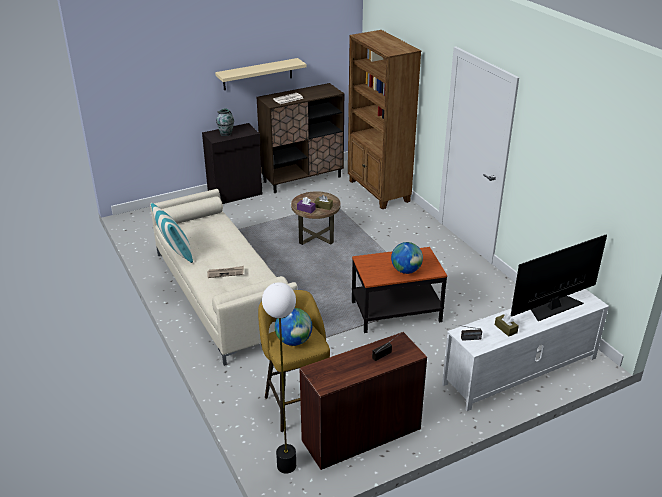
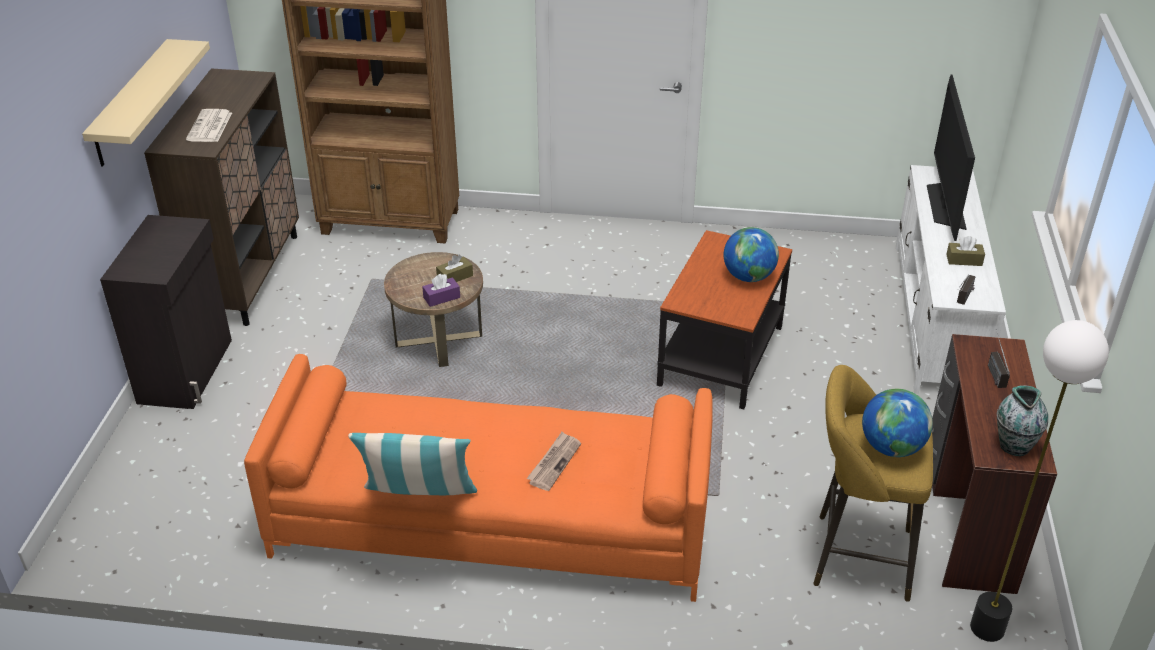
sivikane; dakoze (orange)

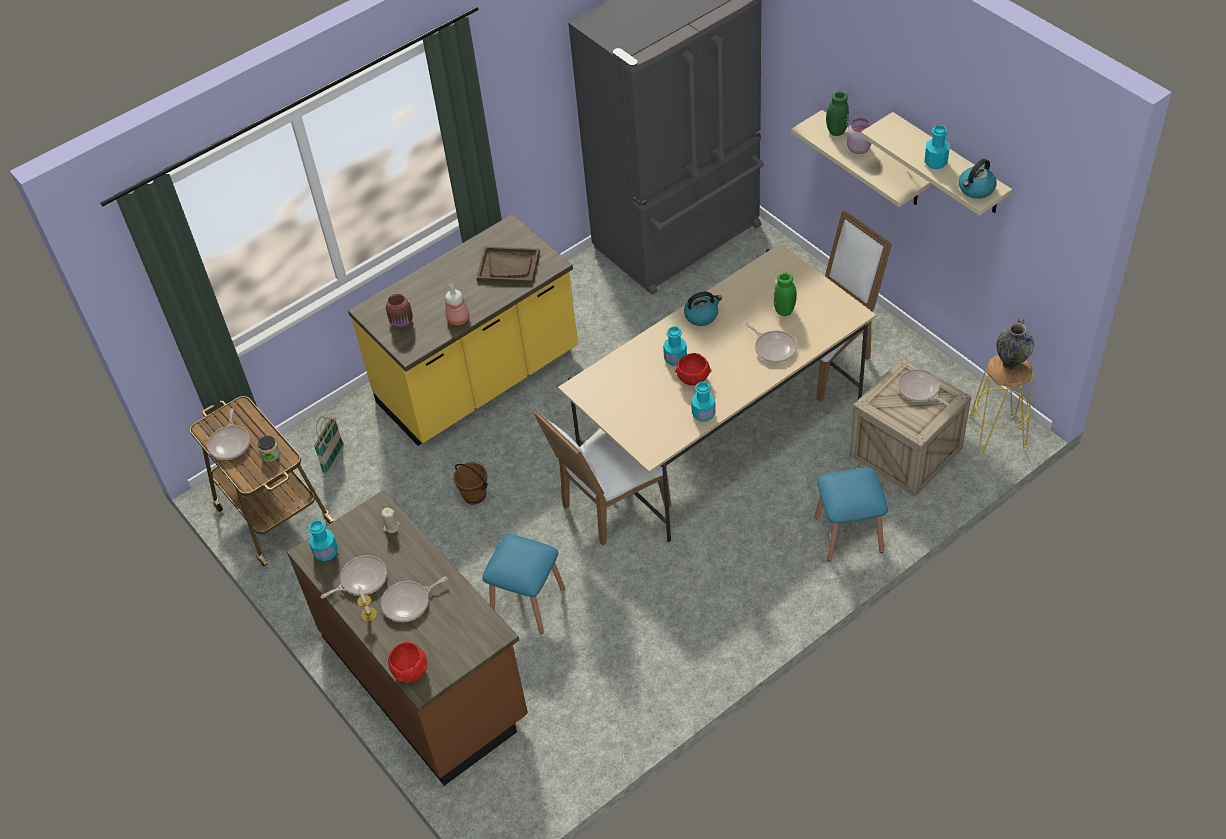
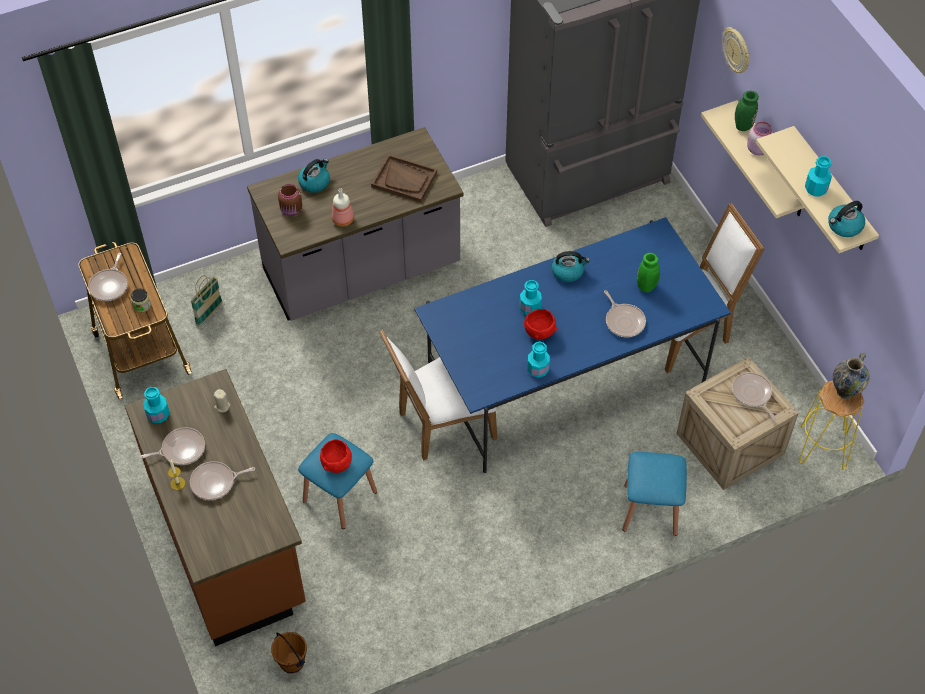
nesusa (no. 1 from left); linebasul; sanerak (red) (no. 1 from left); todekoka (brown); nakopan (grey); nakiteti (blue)

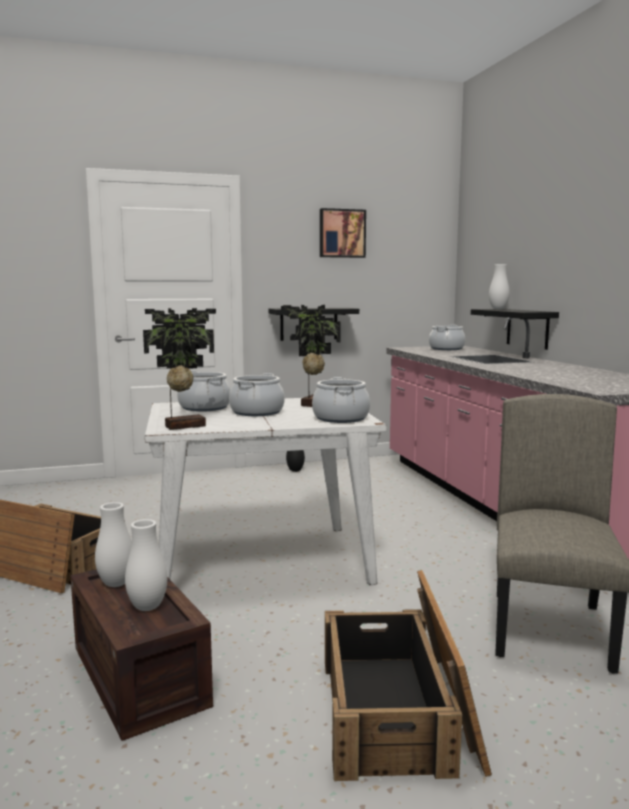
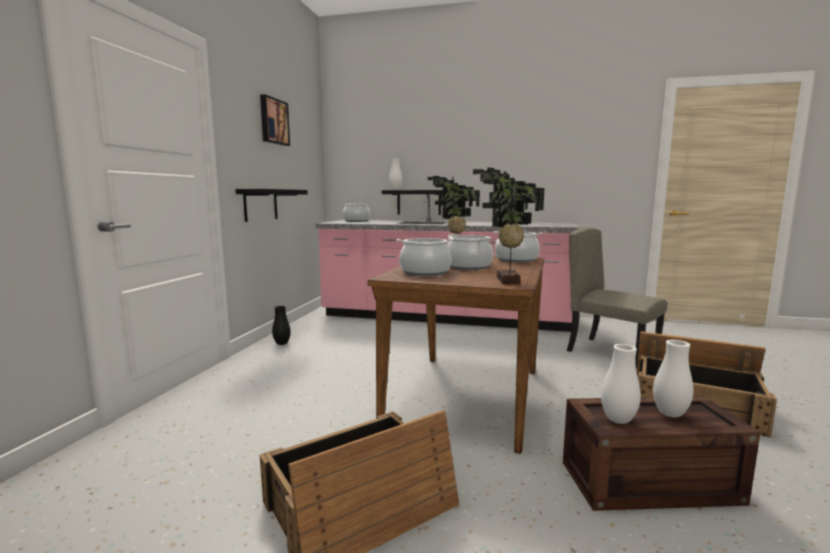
nakiteti (brown)

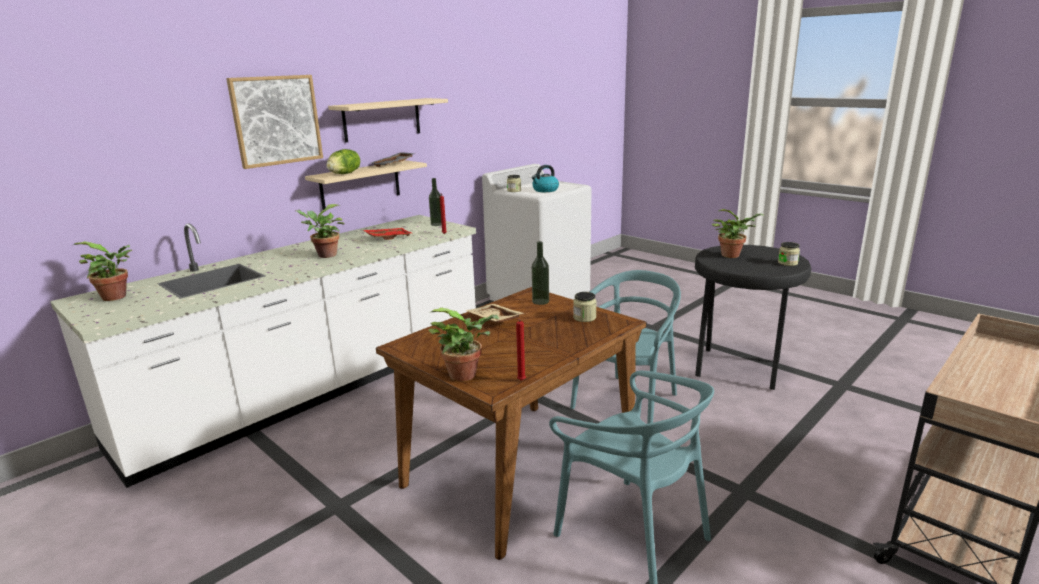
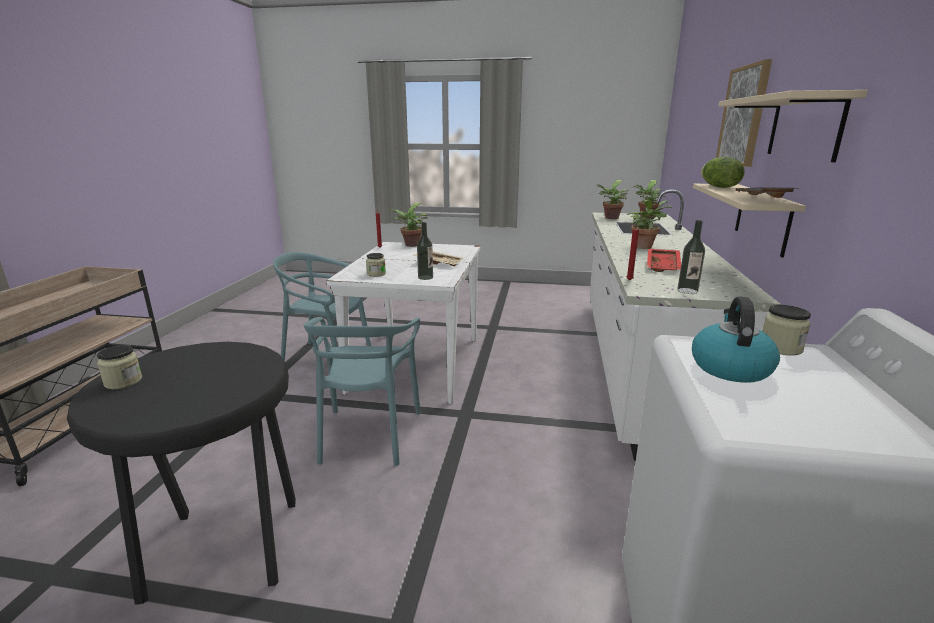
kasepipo (no. 2 from left); nakiteti (white)

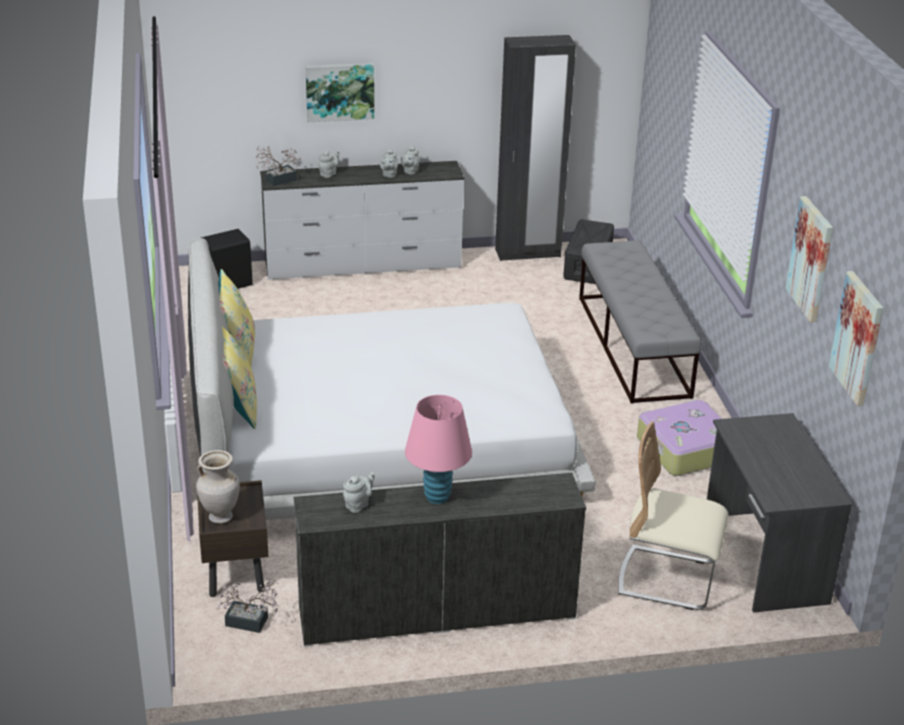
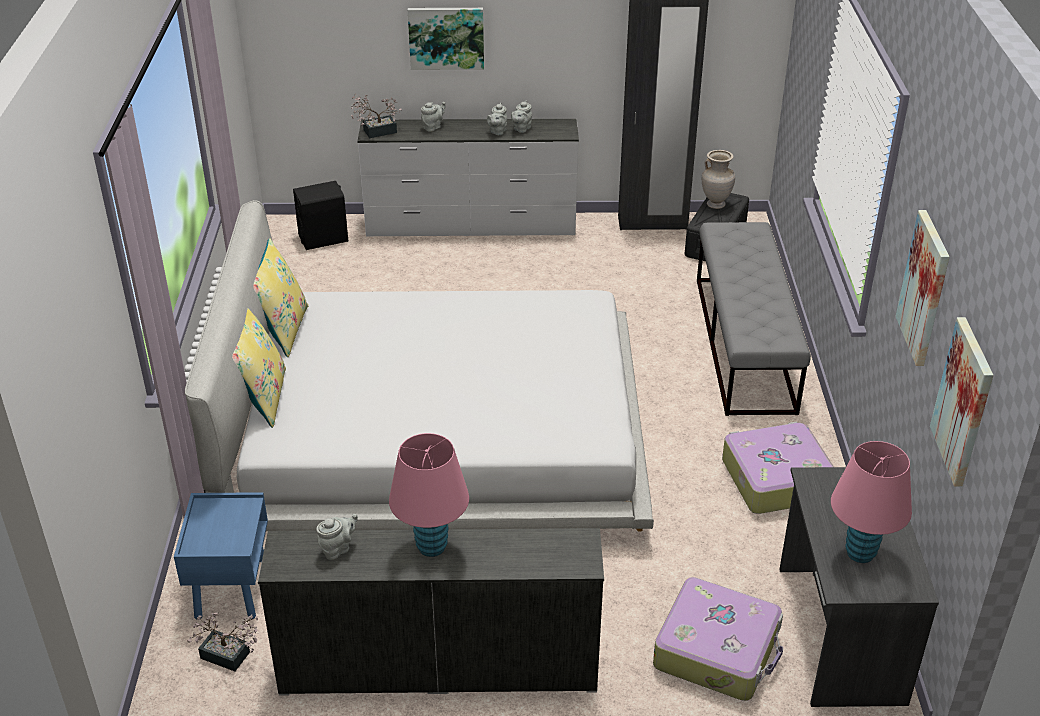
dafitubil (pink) (no. 2 from left); sivikane (beige); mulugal (no. 1 from left); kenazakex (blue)

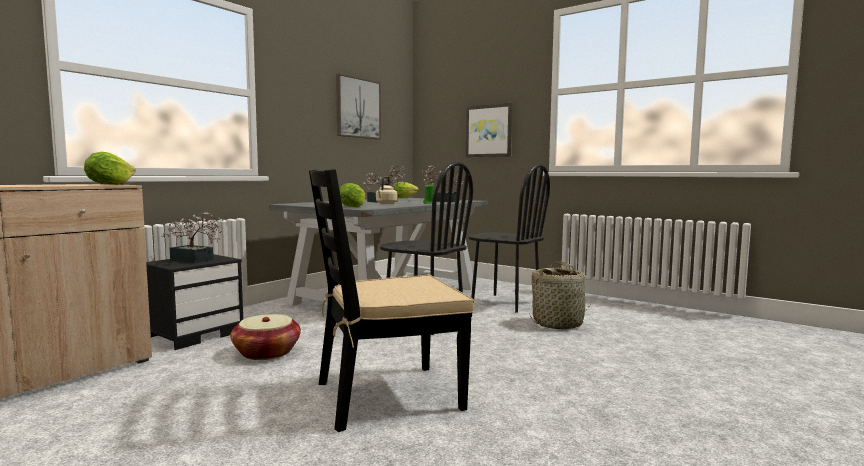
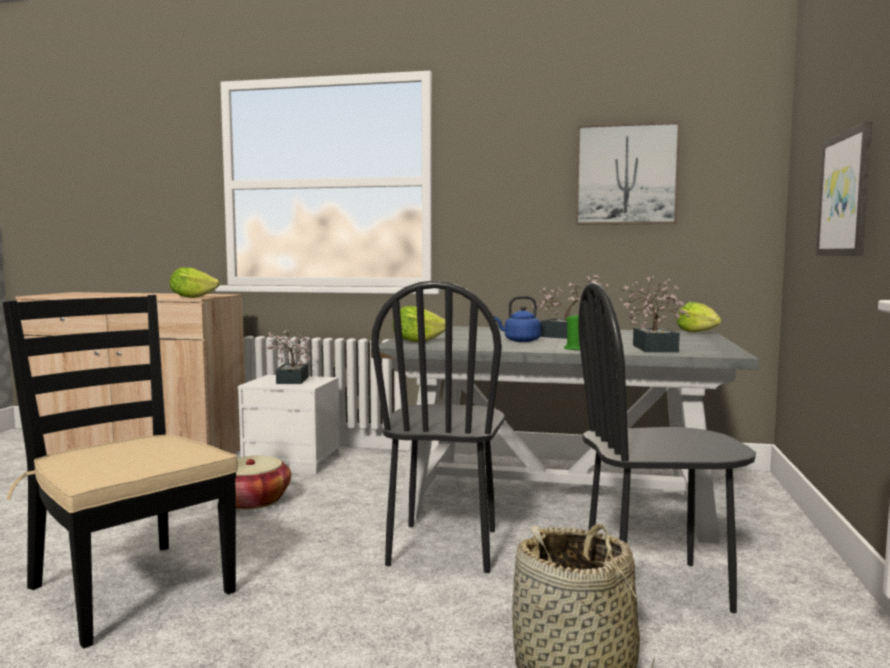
kenazakex (white); nesusa (blue); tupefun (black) (no. 3 from left)

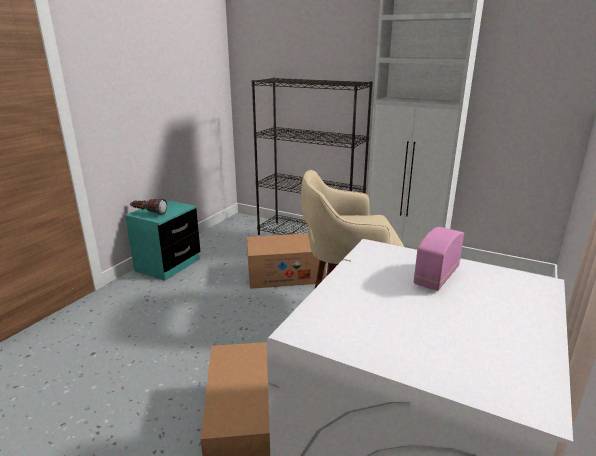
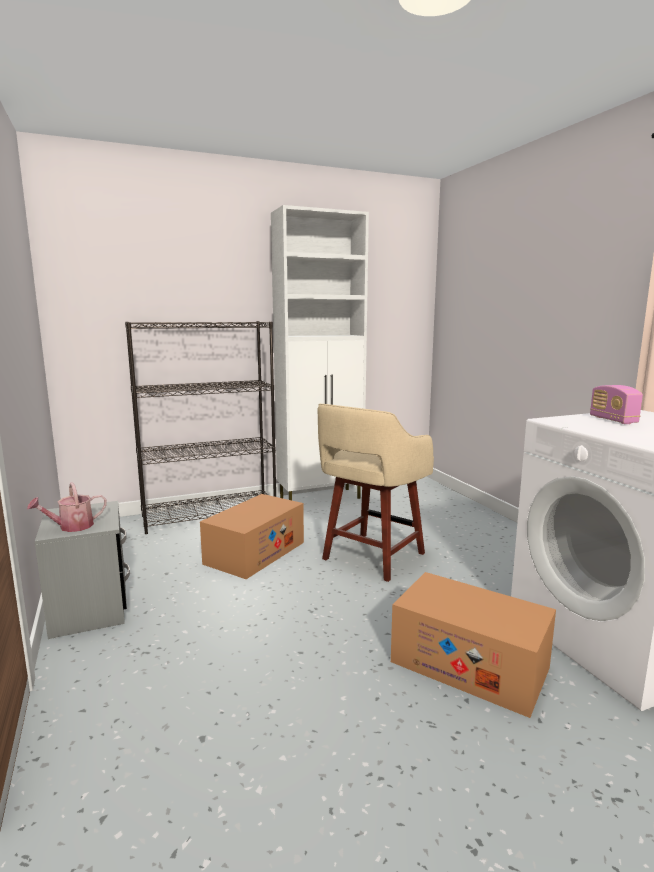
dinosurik; kenazakex (grey)

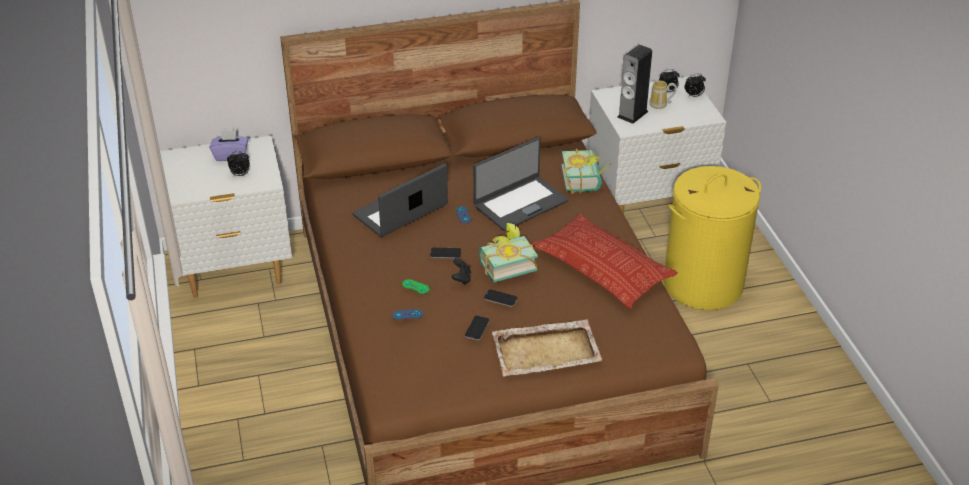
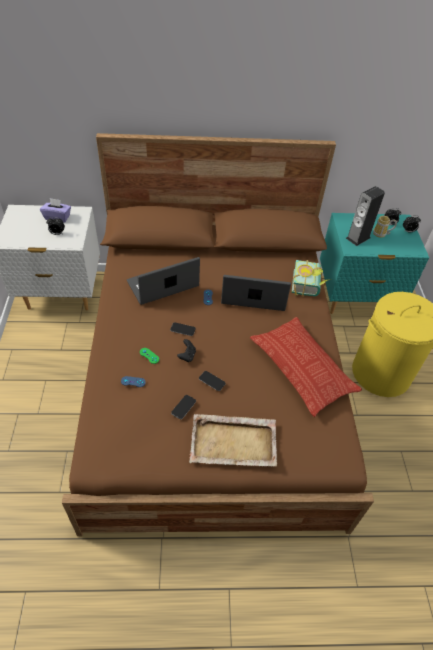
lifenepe (no. 1 from left in the first image); kenazakex (turquoise); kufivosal (no. 2 from left)

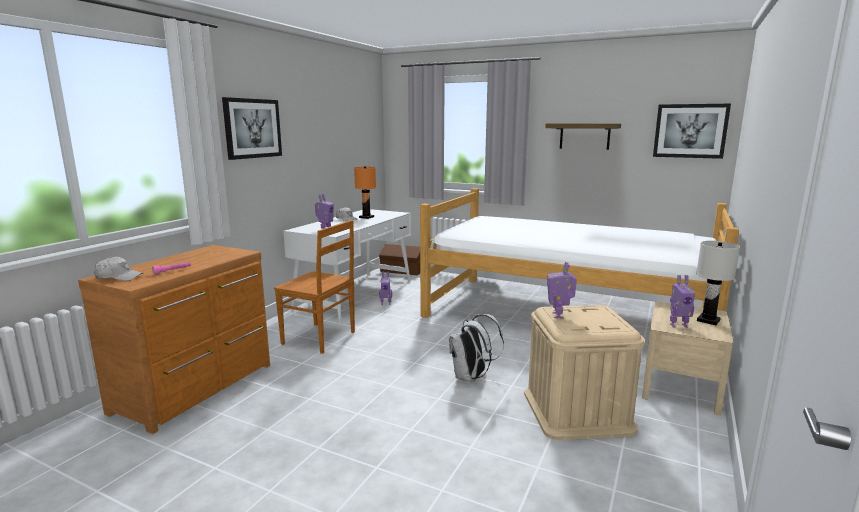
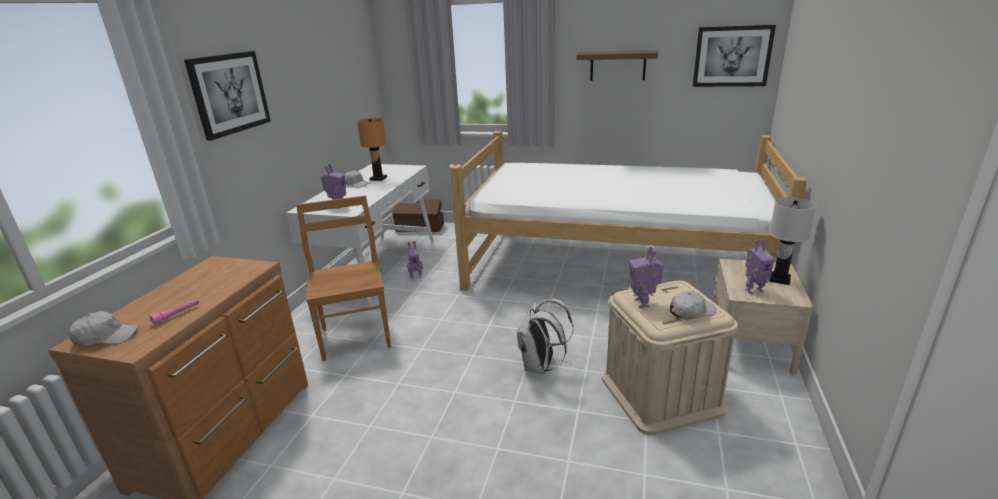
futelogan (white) (no. 3 from left); tupefun (brown)

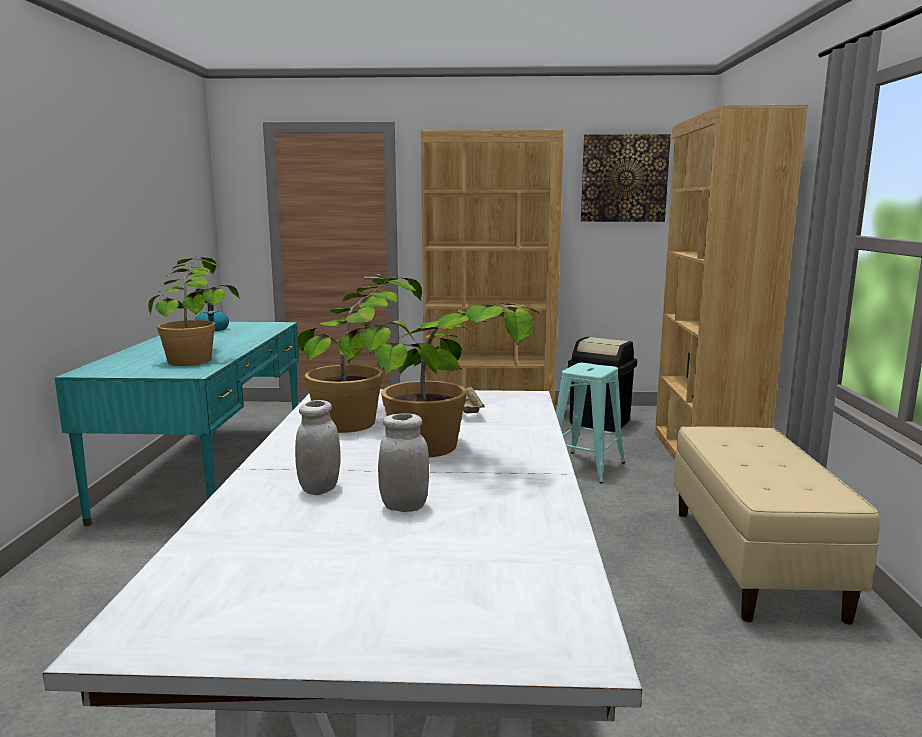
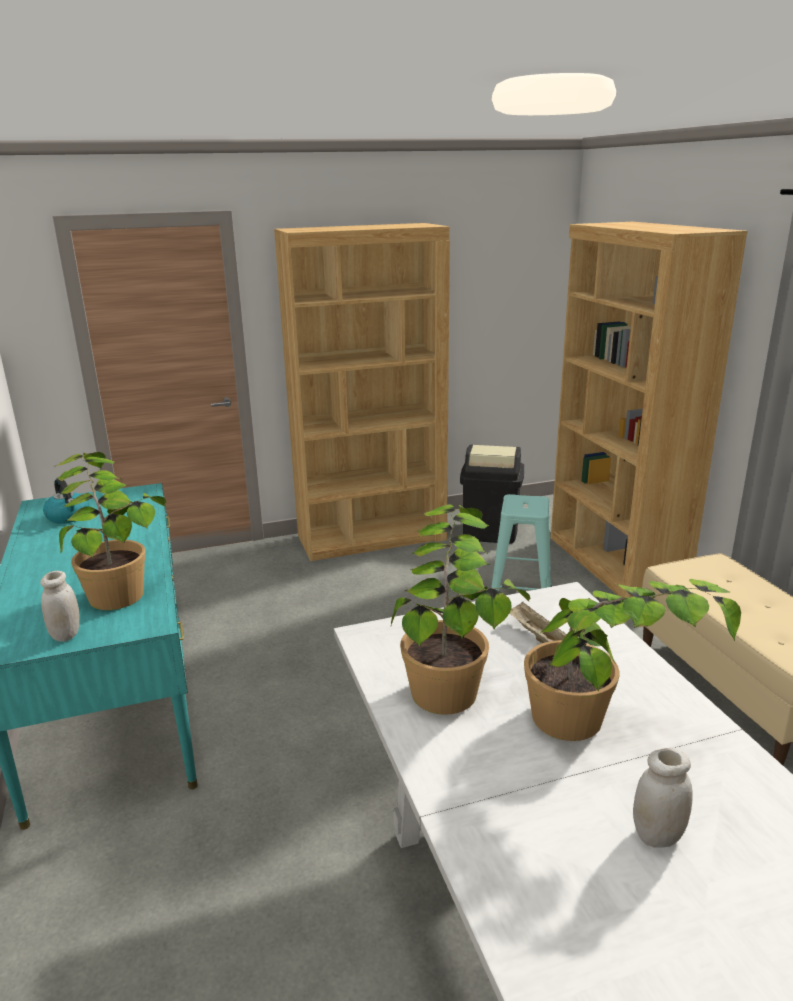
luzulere; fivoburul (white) (no. 1 from left)

